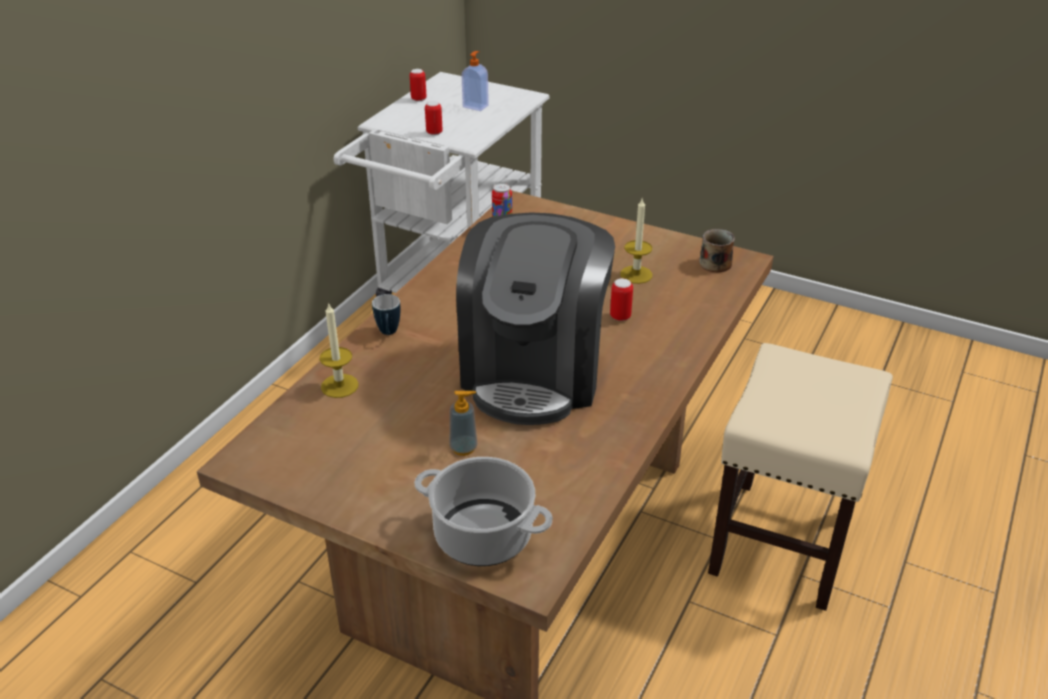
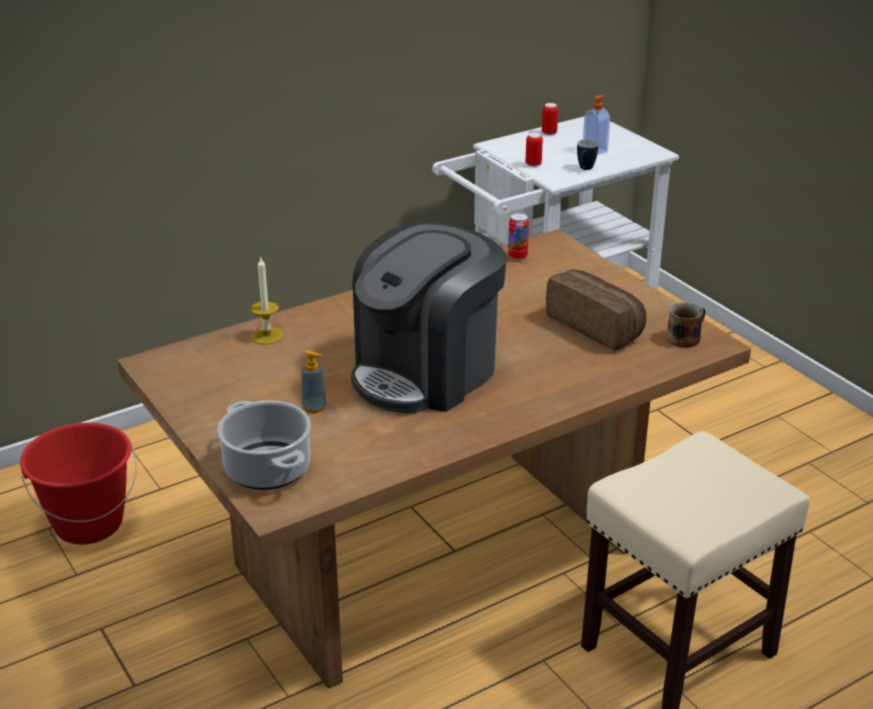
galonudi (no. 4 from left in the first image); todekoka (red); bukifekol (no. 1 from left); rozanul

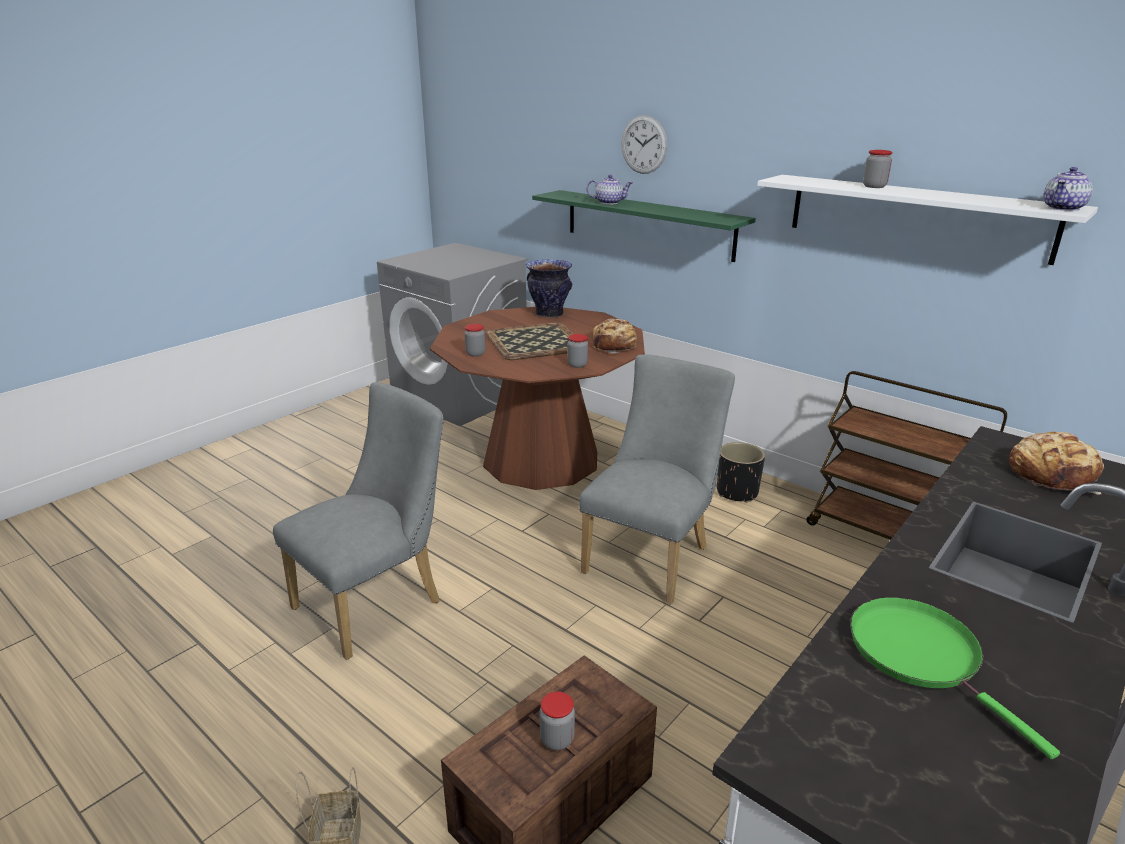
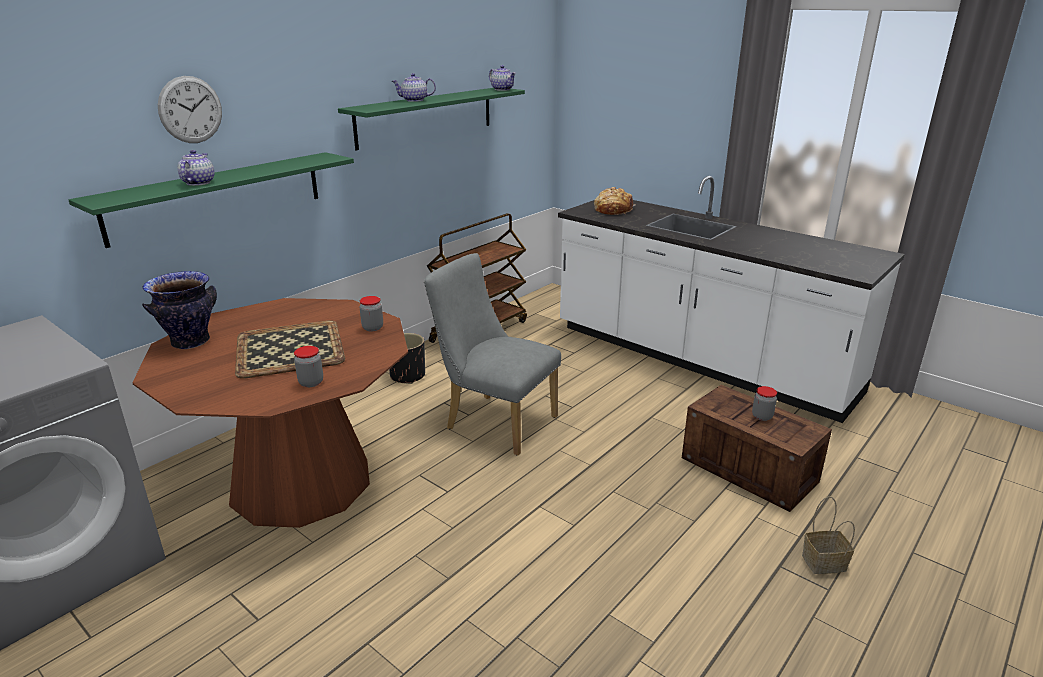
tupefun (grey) (no. 1 from left in the first image); rozanul (no. 1 from left in the first image); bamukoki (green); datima (no. 2 from left); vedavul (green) (no. 2 from left)

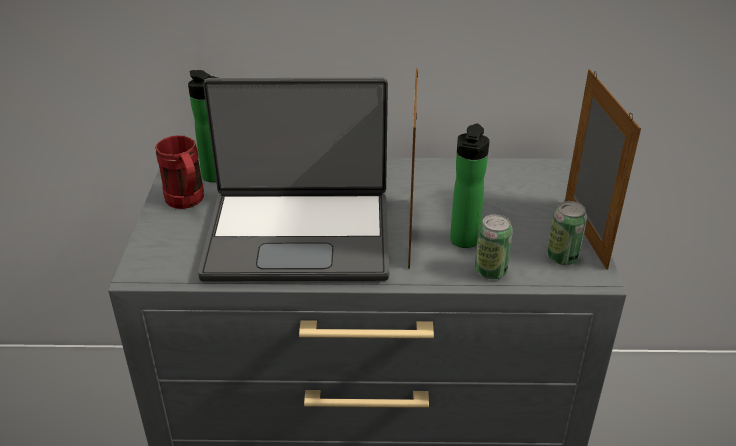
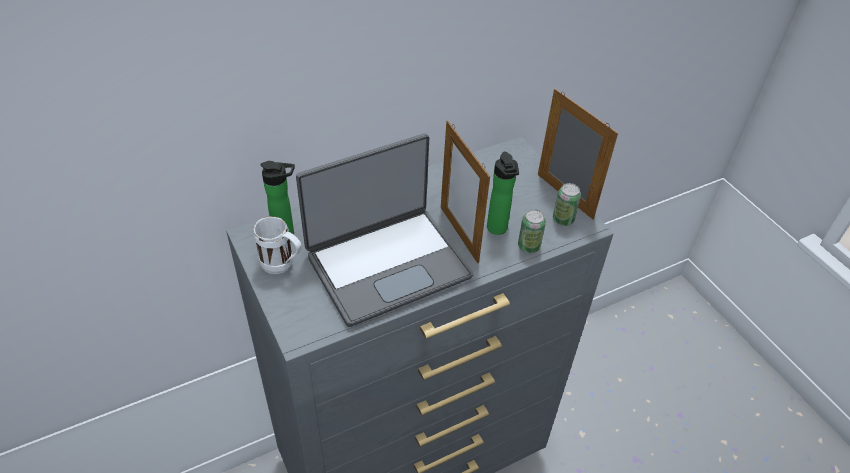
bukifekol (white)

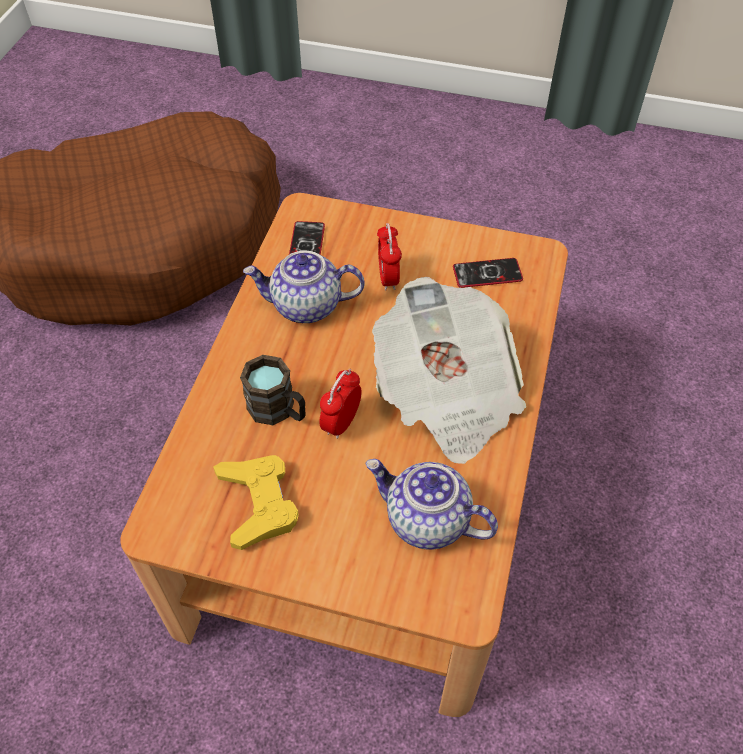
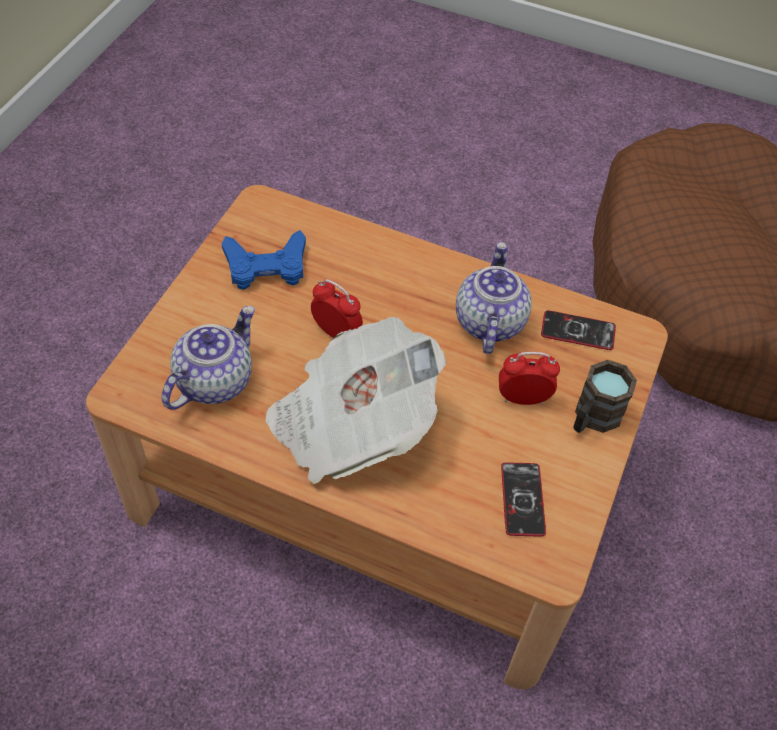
bukifekol (brown); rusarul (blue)

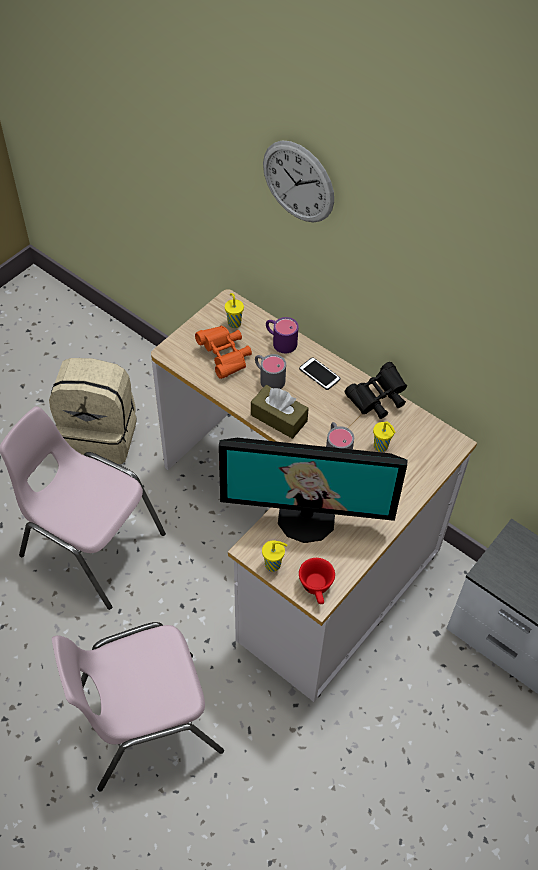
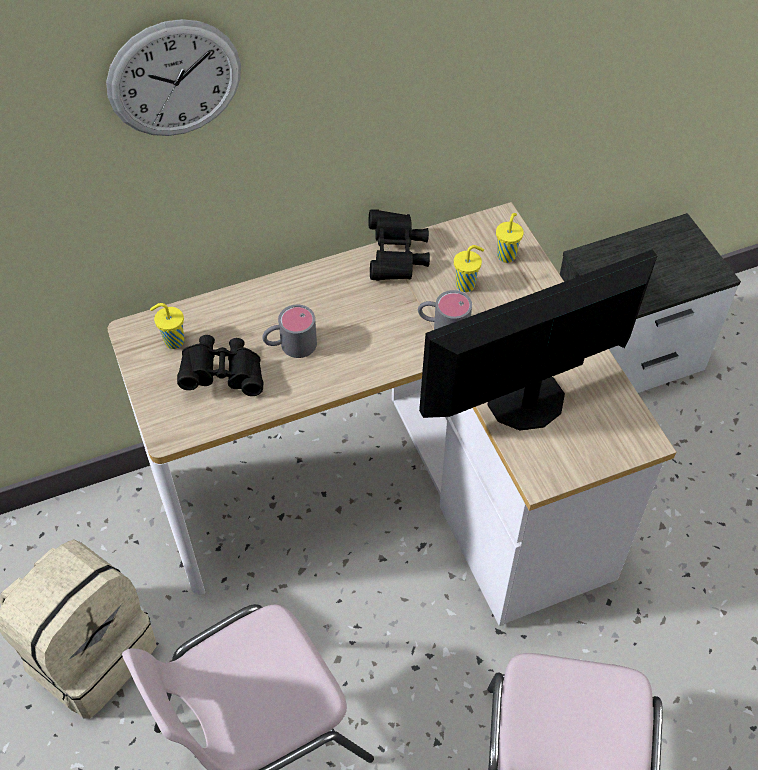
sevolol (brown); bukifekol (purple); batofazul; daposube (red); daposube (yellow) (no. 3 from left); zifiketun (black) (no. 1 from left); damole

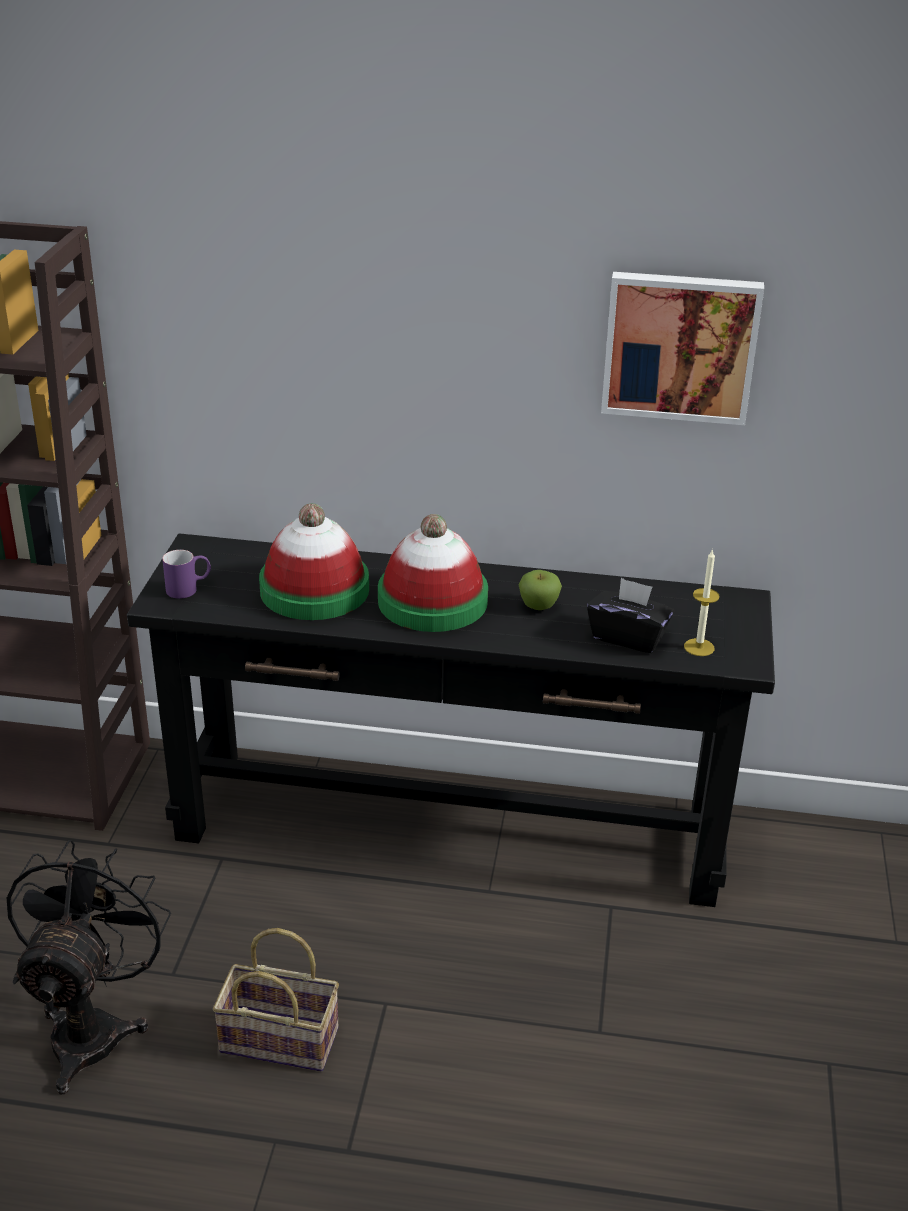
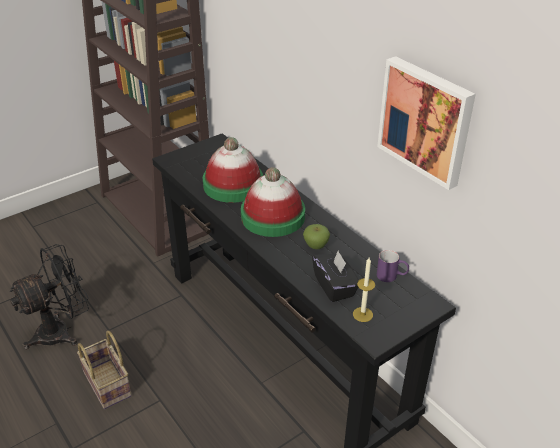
bukifekol (purple)

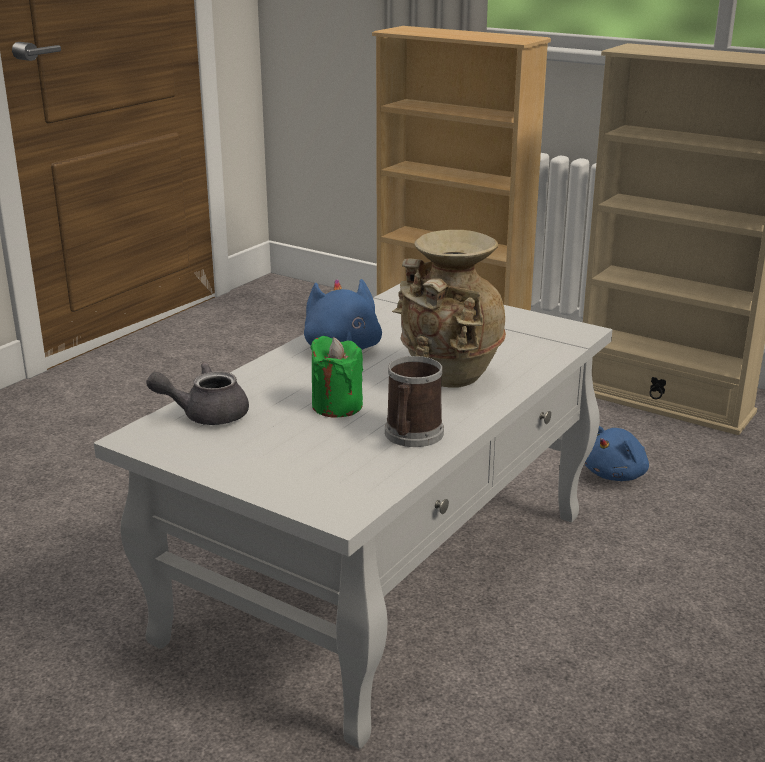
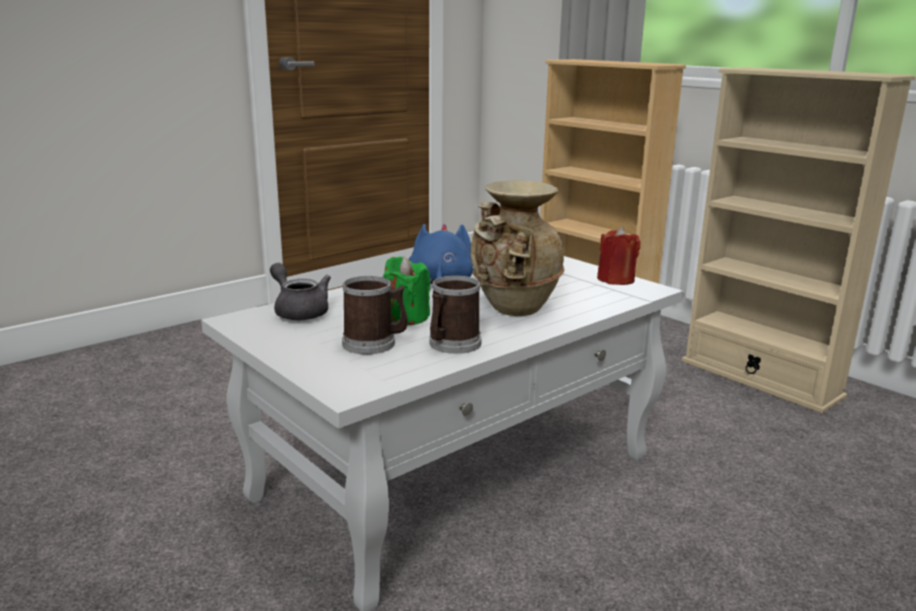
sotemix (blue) (no. 2 from left in the first image); bukifekol (no. 1 from left); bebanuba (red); datima (grey)

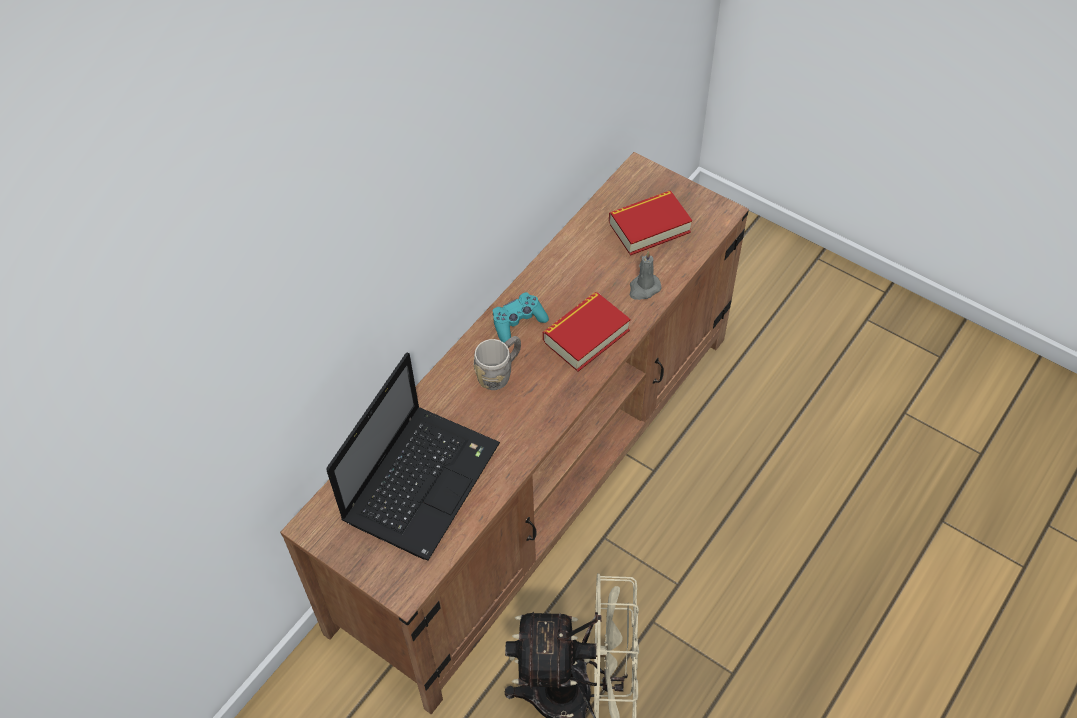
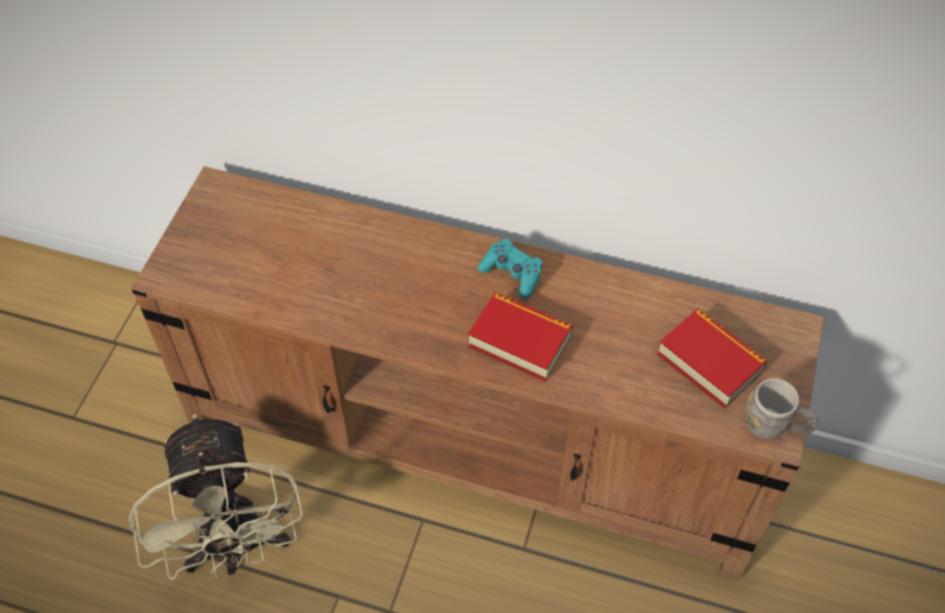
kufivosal; bebanuba (grey); bukifekol (grey)

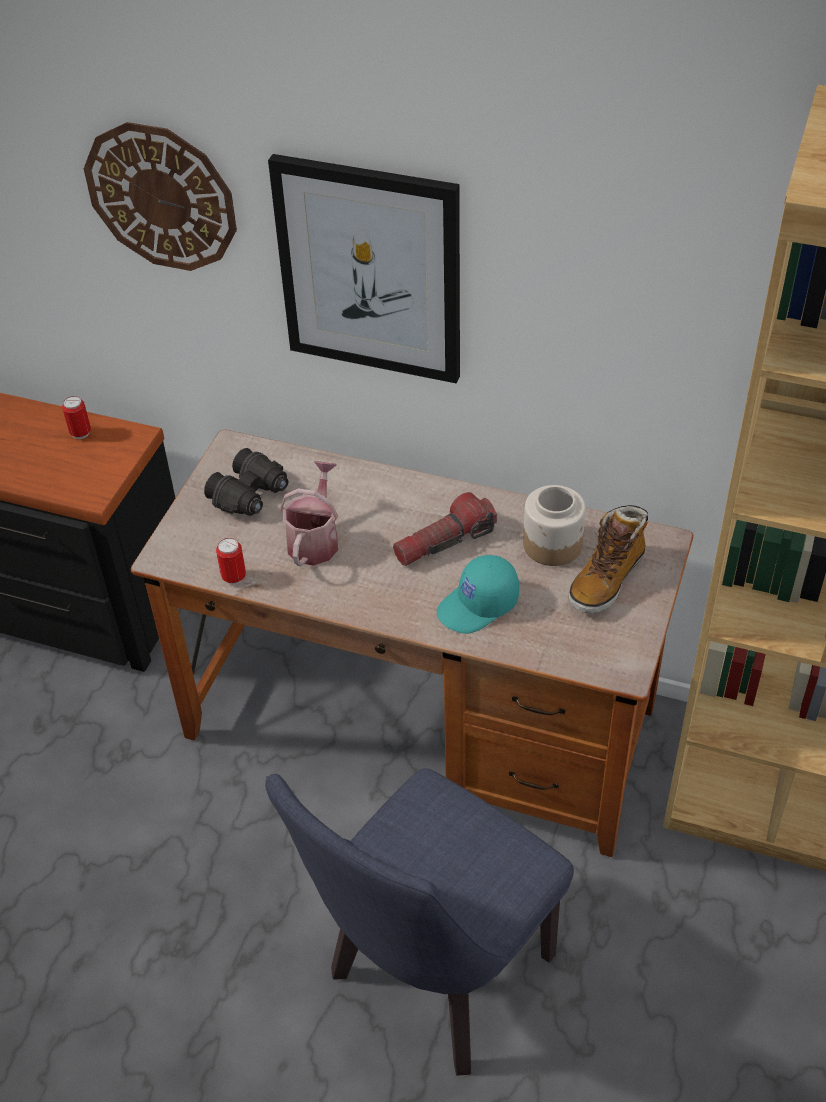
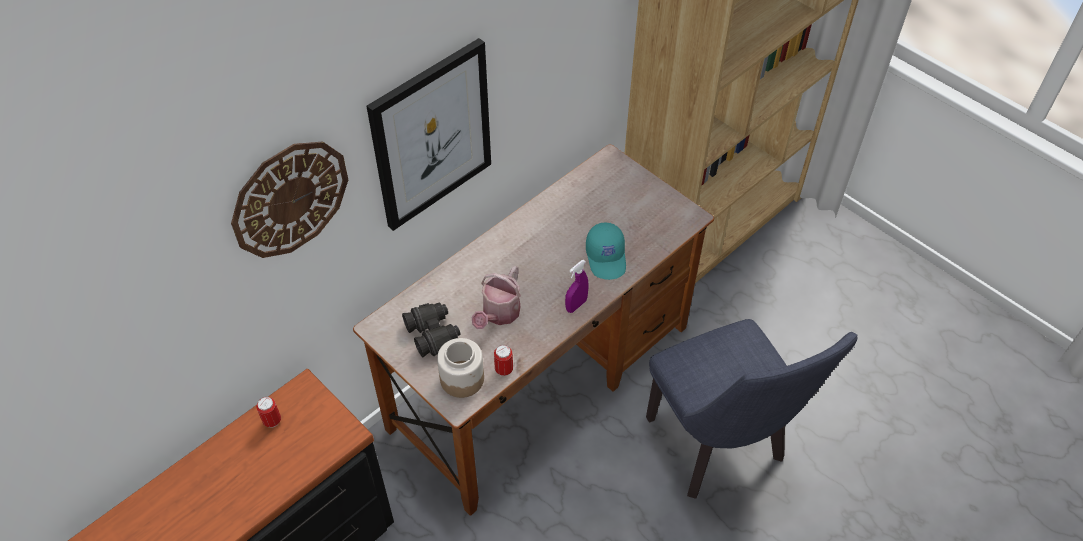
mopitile; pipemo; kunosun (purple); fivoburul; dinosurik

